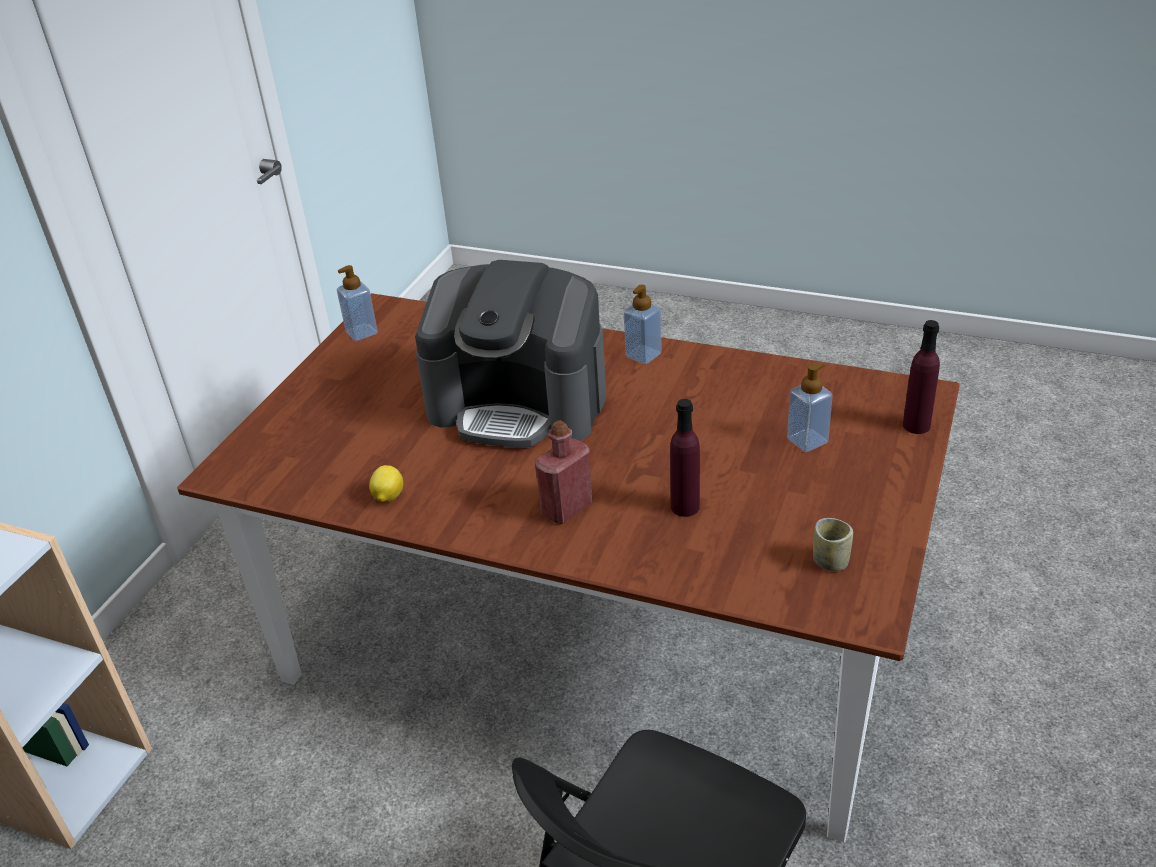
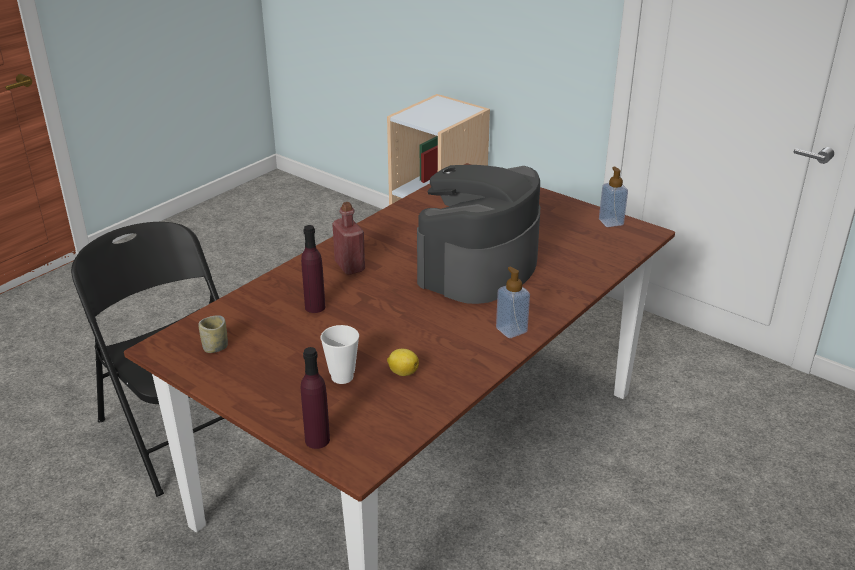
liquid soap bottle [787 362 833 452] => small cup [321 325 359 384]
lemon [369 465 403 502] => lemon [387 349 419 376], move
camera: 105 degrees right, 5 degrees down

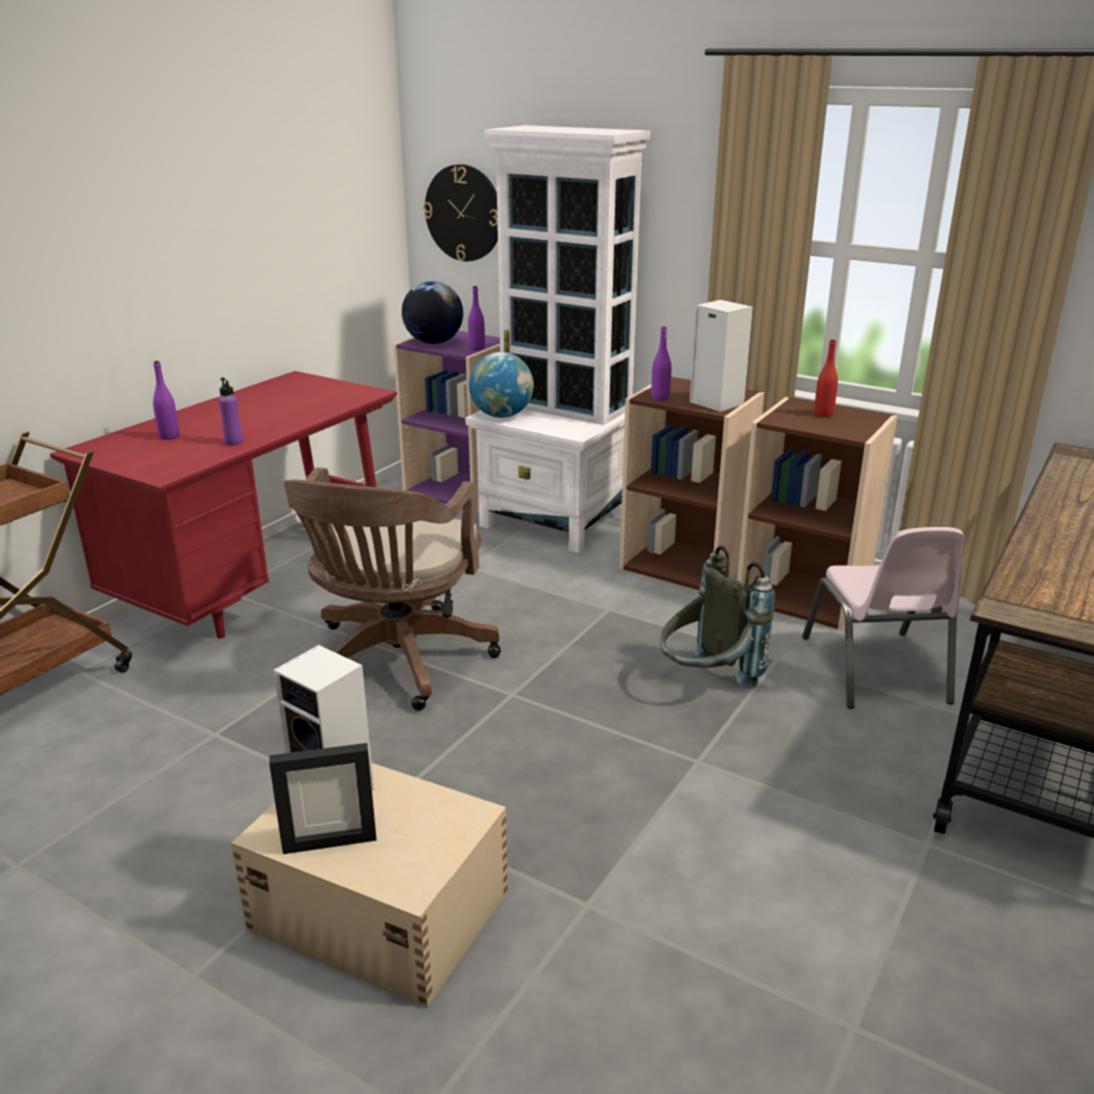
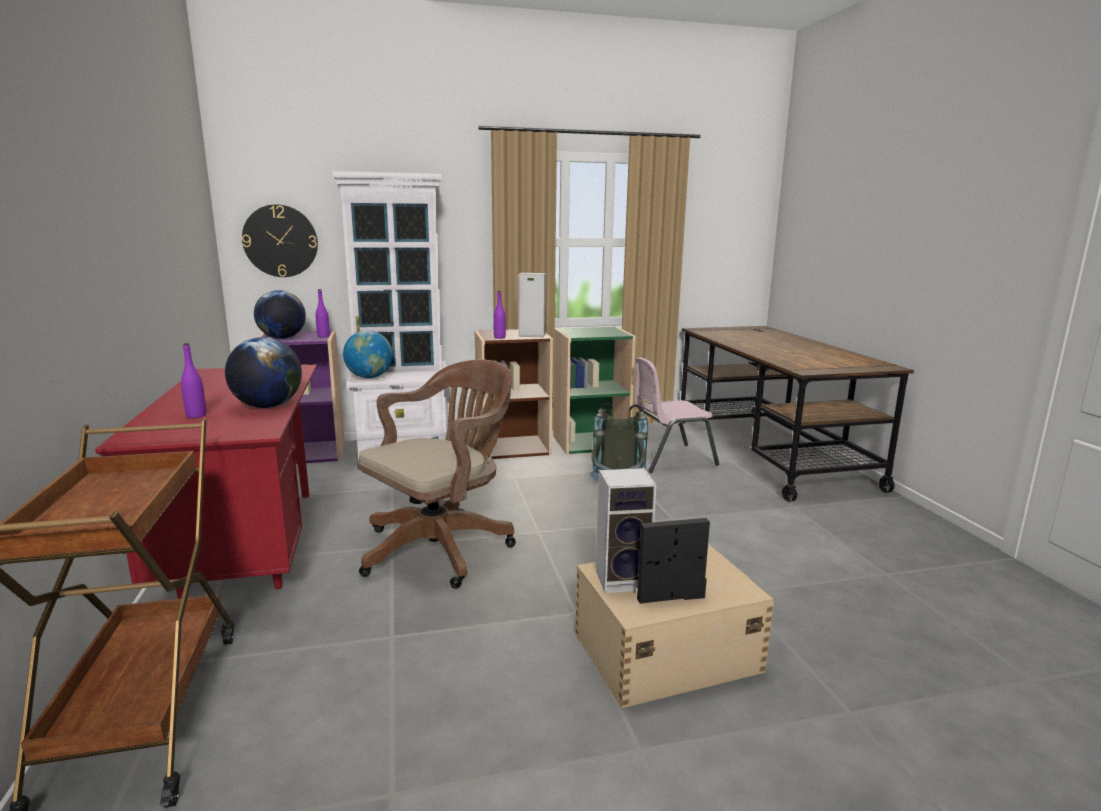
bottle/purple [219 377 243 446] => globe [225 337 302 408]
office chair/brown [284 467 501 711] => office chair/brown [357 360 516 589], 105 degrees counterclockwise
shelving unit/brown [737 396 898 630] => shelving unit/greenish [553 327 636 454]
chair/pink-coloured [802 527 965 709] => chair/pink-coloured [635 357 719 473], 120 degrees clockwise
standing frame [269 743 377 854] => standing frame [637 518 710 604], 135 degrees counterclockwise
bottle/reddish [814 340 838 417] => nothing
camera: 45 degrees left, 10 degrees down

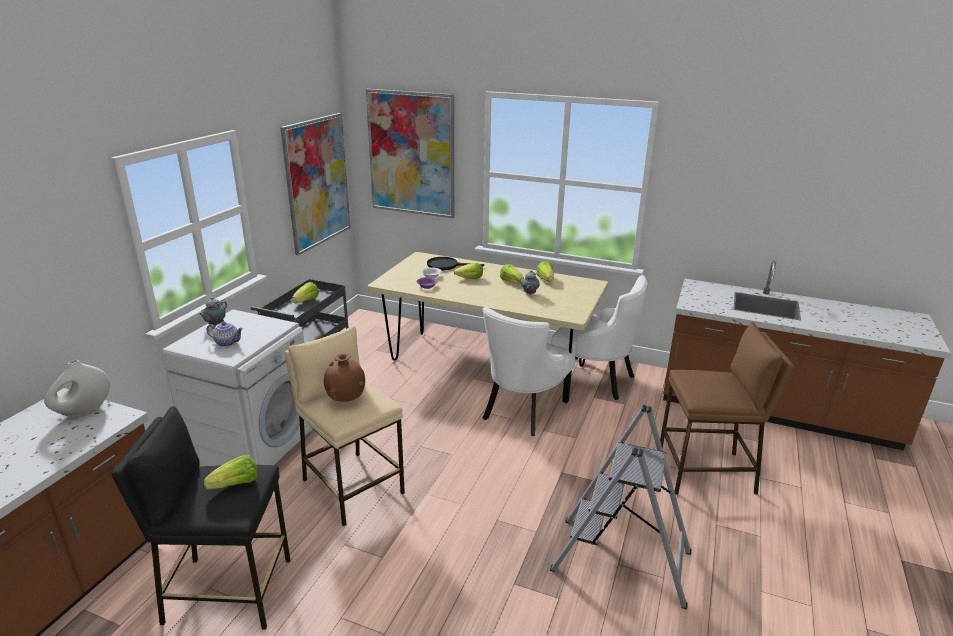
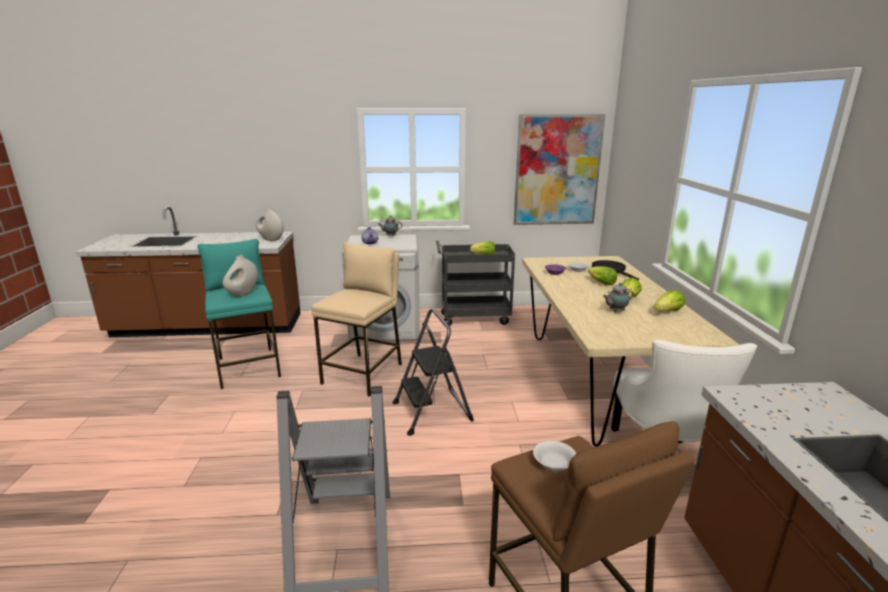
stool seat/black-coloured [112 406 290 629] => stool seat/turquoise-coloured [197 239 281 389]
head of lettuce [204 455 258 489] => decorative vase/white-coloured [222 255 258 297]
nothing => step ladder/black-coloured [392 309 474 436]
nothing => deep dish/white-coloured [533 441 576 471]
decorative vase/brown [324 353 365 402] => nothing
picture [366 89 454 218] => nothing
chair/white-coloured [482 307 575 436] => nothing
camera: 65 degrees right, 5 degrees down

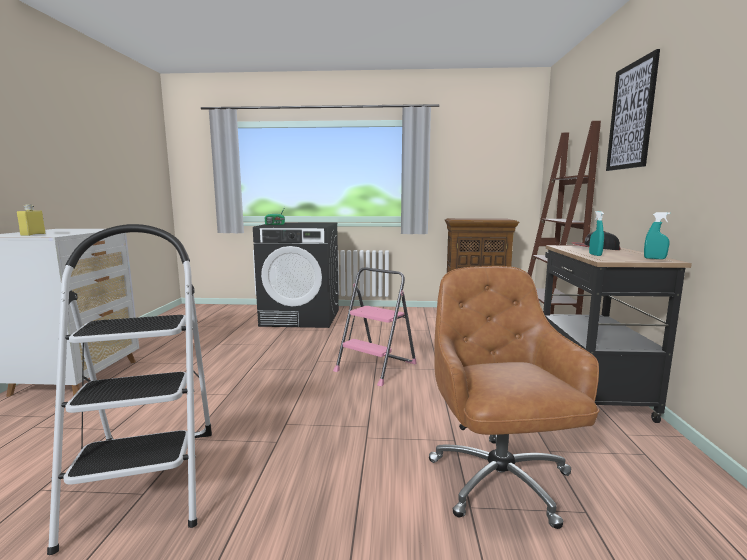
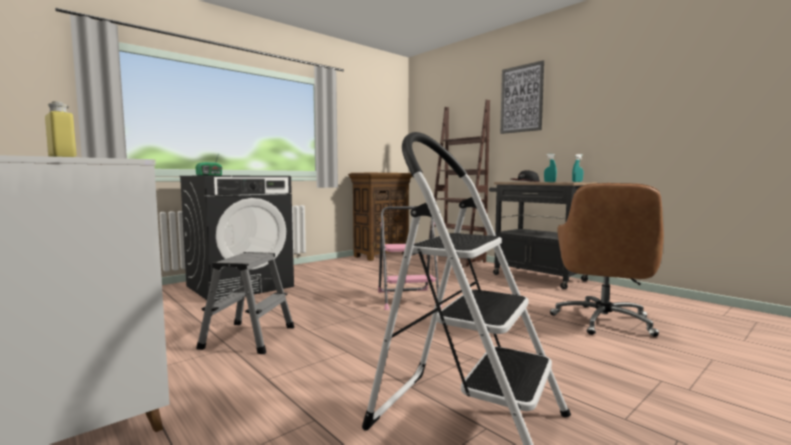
nothing => step ladder/greyish [196 252 294 354]
office chair/brown [429 266 600 529] => office chair/brown [550 183 664 337], 105 degrees counterclockwise
camera: 45 degrees left, 5 degrees down

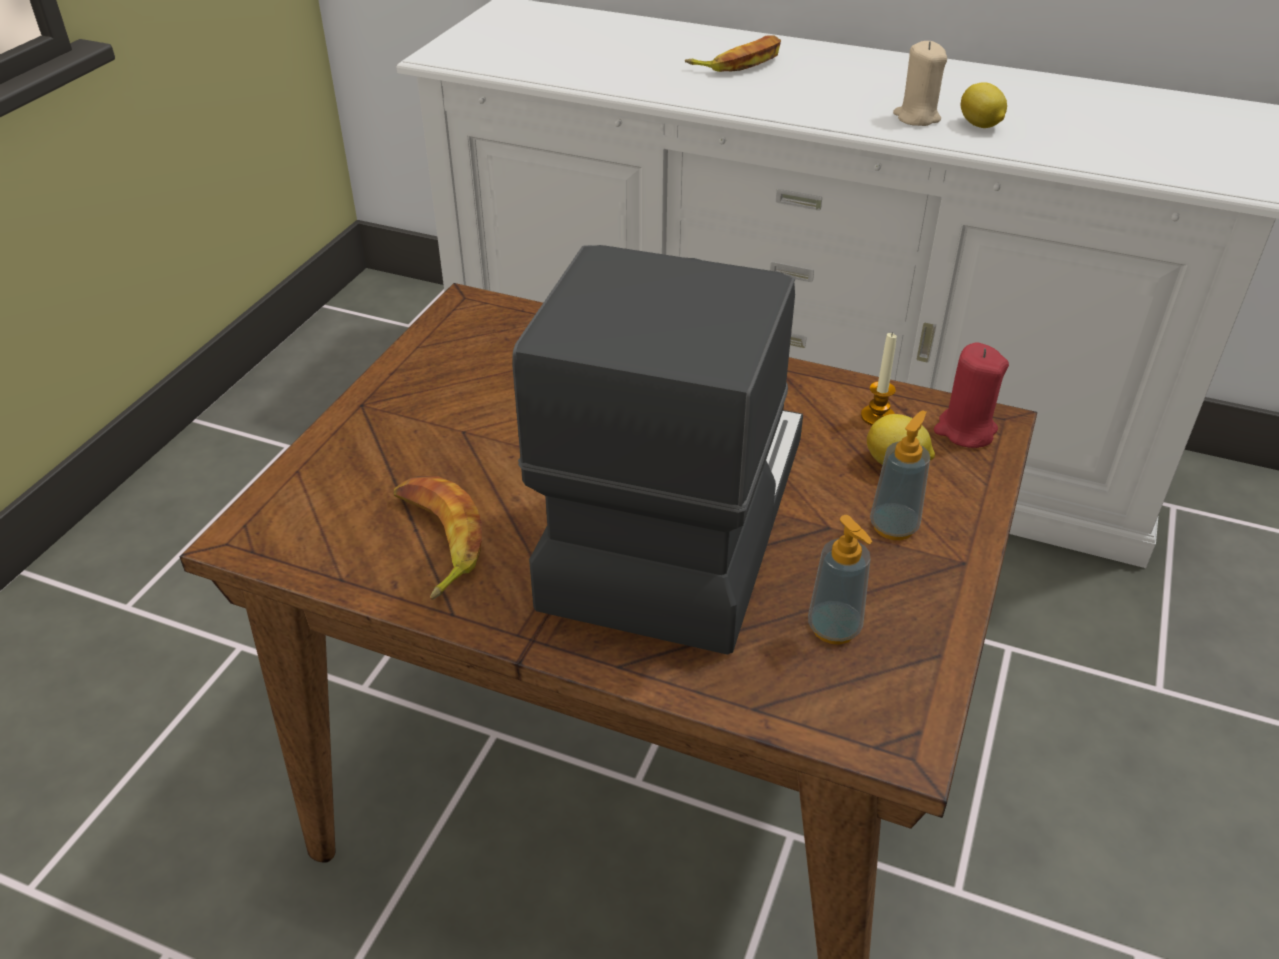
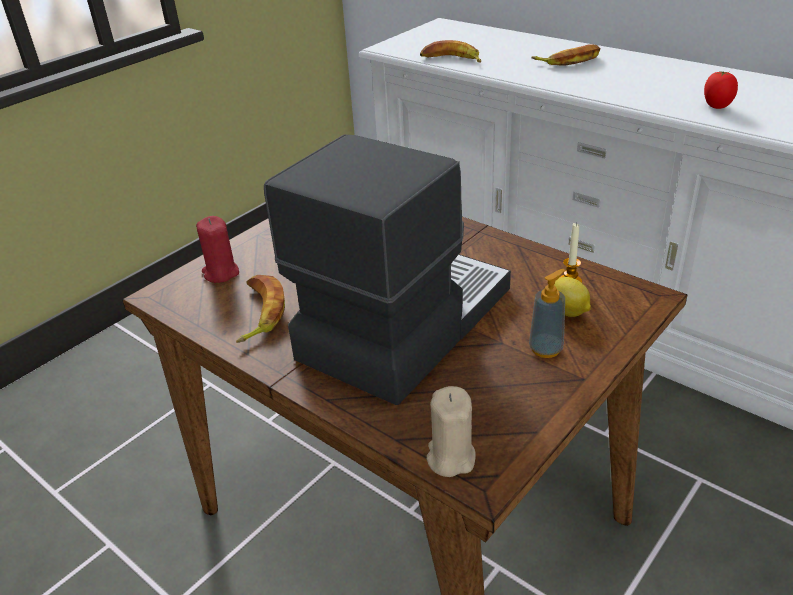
wax candle/reddish [934 343 1009 448] => wax candle/reddish [196 216 239 283], move
nothing => banana [420 40 481 63]
wax candle/sand-coloured [893 41 947 126] => wax candle/sand-coloured [427 386 476 477], move
lemon [961 82 1007 128] => whole tomato [704 71 738 109]
liquid soap bottle [808 515 872 644] => nothing
camera: 20 degrees right, 5 degrees down

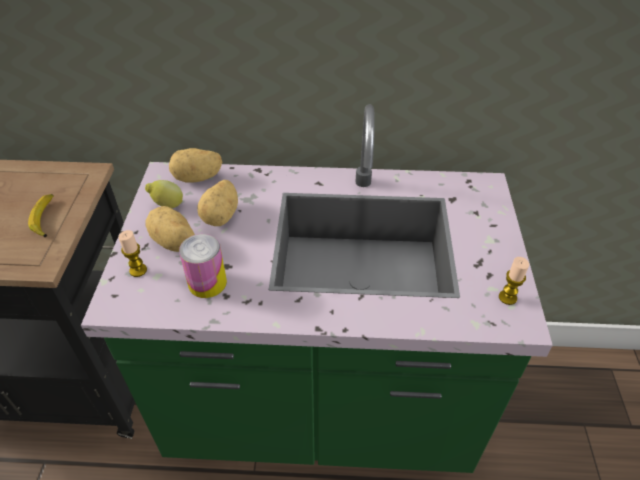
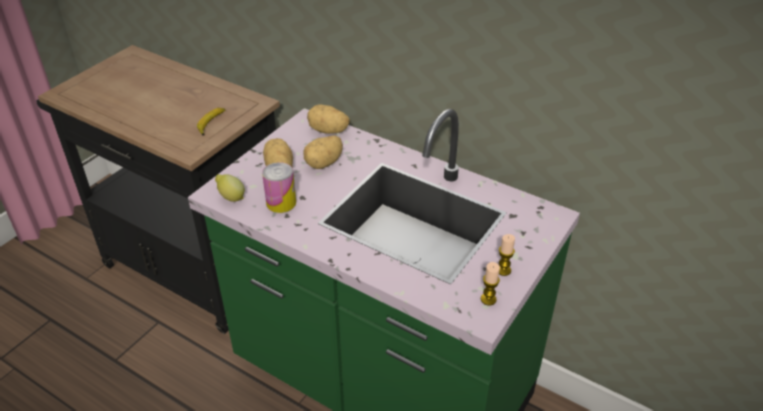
lemon [145 180 183 208] => lemon [215 174 245 202], move
wax candle [118 230 147 277] => wax candle [499 234 515 276], move
camera: 30 degrees right, 5 degrees down

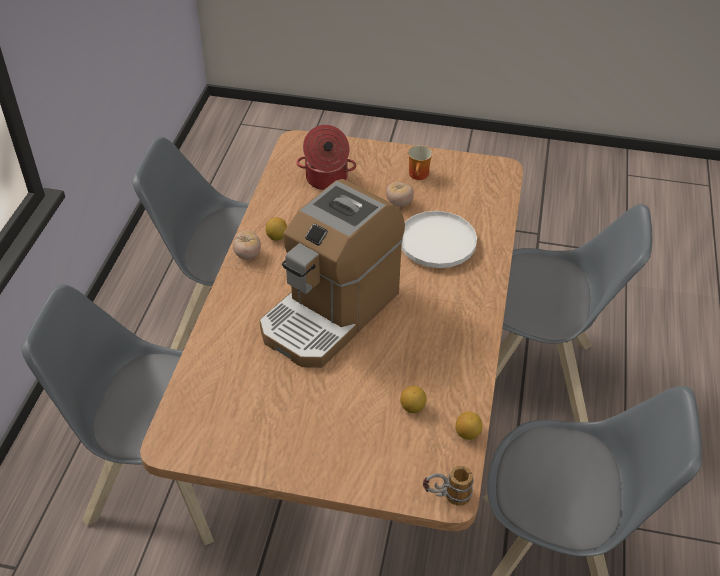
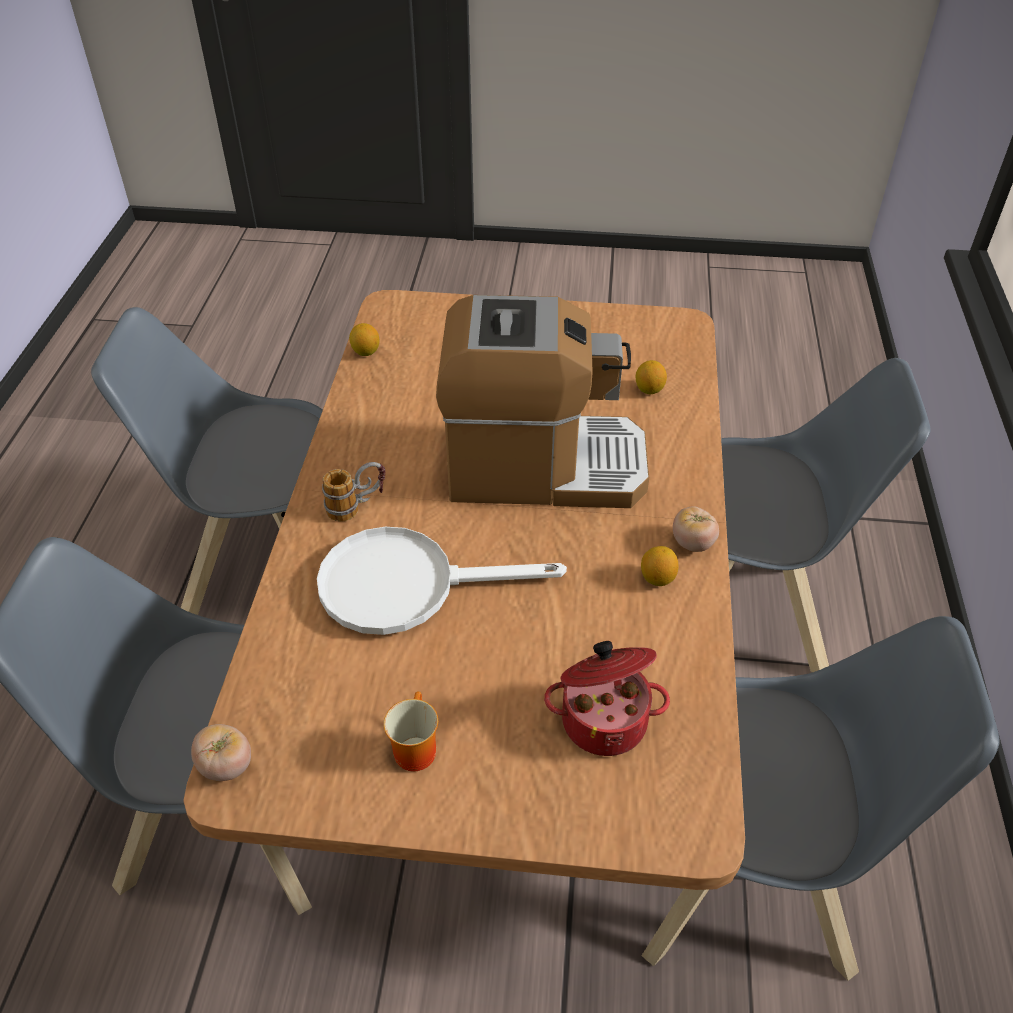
whole tomato [386 182 414 207] => whole tomato [191 724 251 781], move
coffee mug [423 465 474 506] => coffee mug [322 462 386 522], move
coffee machine [260 179 405 368] => coffee machine [436 295 649 508], 60 degrees clockwise
lemon [400 386 427 413] => lemon [636 360 667 394], move
camera: 175 degrees right, 0 degrees up

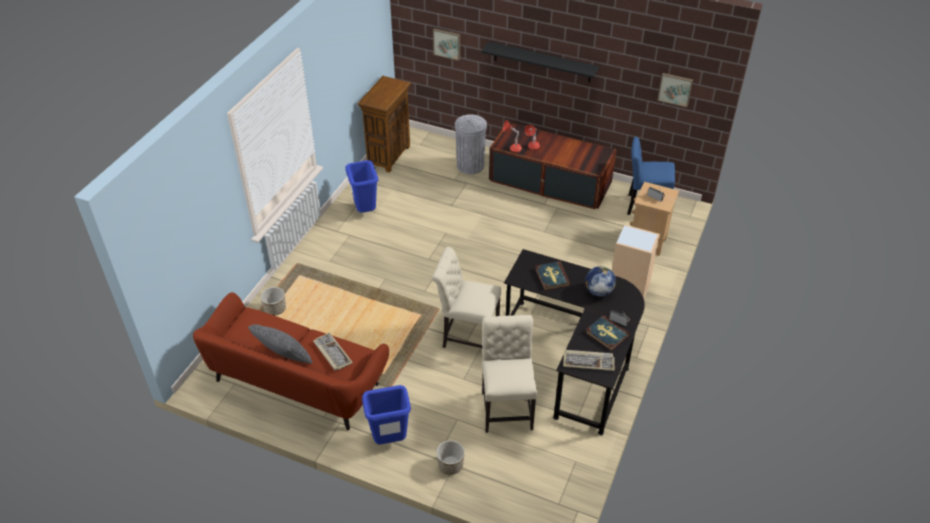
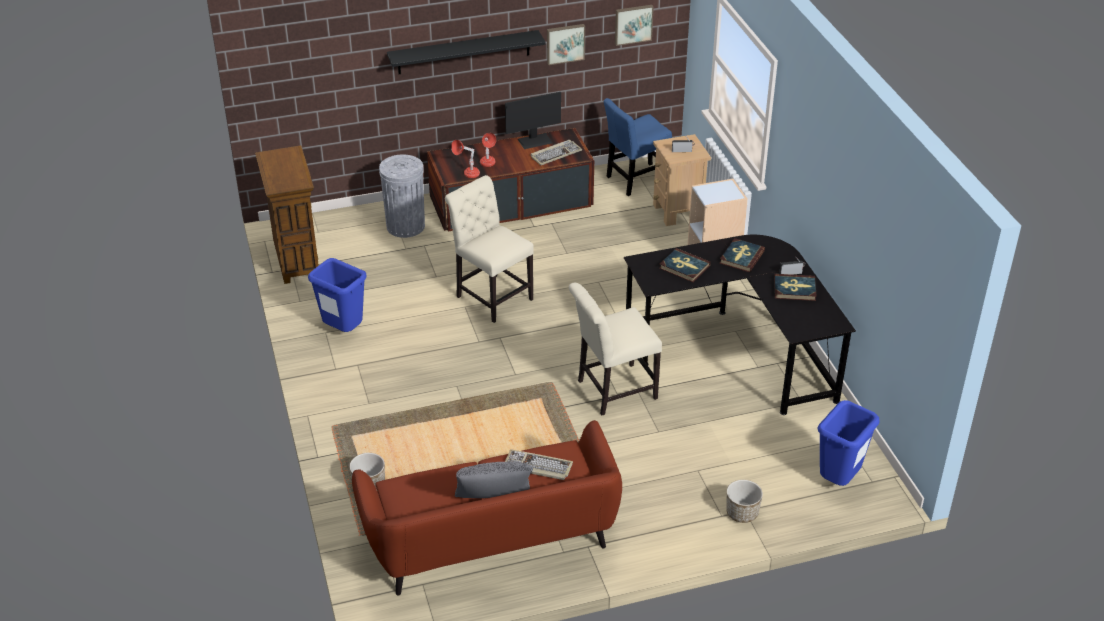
chair/sand-coloured [482 315 537 433] => chair/sand-coloured [445 175 534 323], move
nothing => computer screen [505 92 561 149]
PC keyboard [563 350 615 371] => PC keyboard [531 140 582 165], move
picture [433 28 460 61] => picture [547 24 585 65], move
globe [585 266 616 297] => bound book [719 238 765 272]
rubbish bin/blue-coloured [362 385 411 444] => rubbish bin/blue-coloured [817 400 879 486], move
camera: 40 degrees left, 5 degrees down

